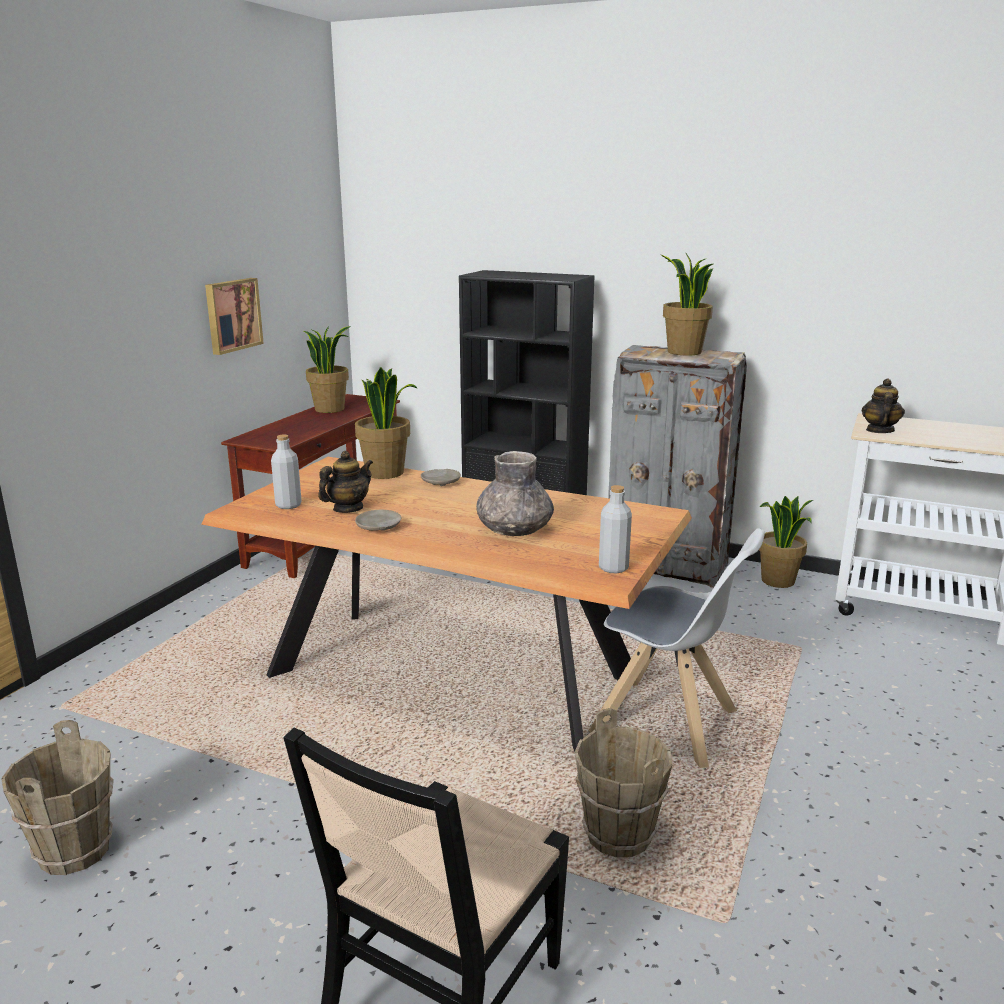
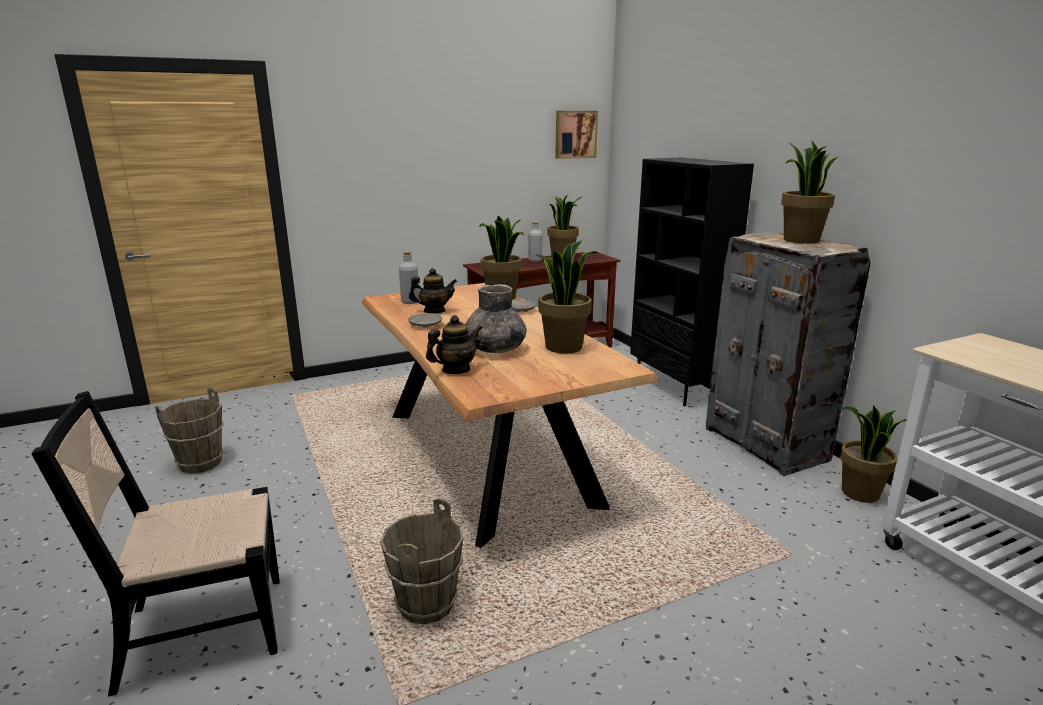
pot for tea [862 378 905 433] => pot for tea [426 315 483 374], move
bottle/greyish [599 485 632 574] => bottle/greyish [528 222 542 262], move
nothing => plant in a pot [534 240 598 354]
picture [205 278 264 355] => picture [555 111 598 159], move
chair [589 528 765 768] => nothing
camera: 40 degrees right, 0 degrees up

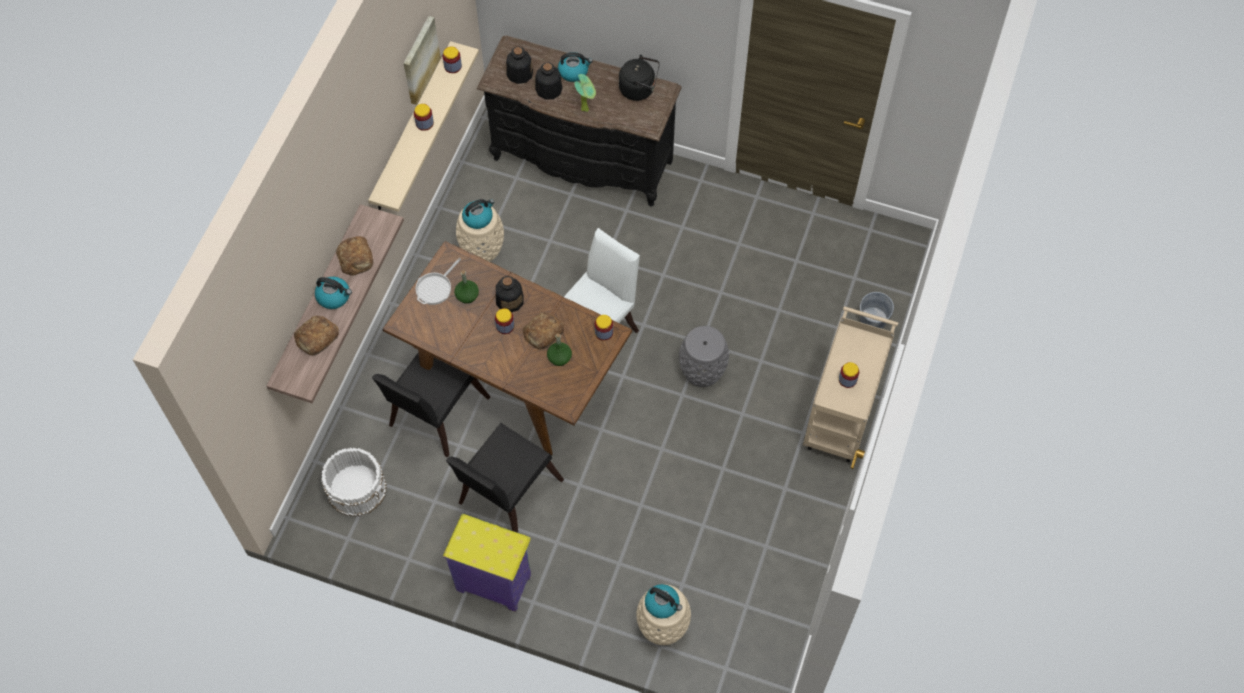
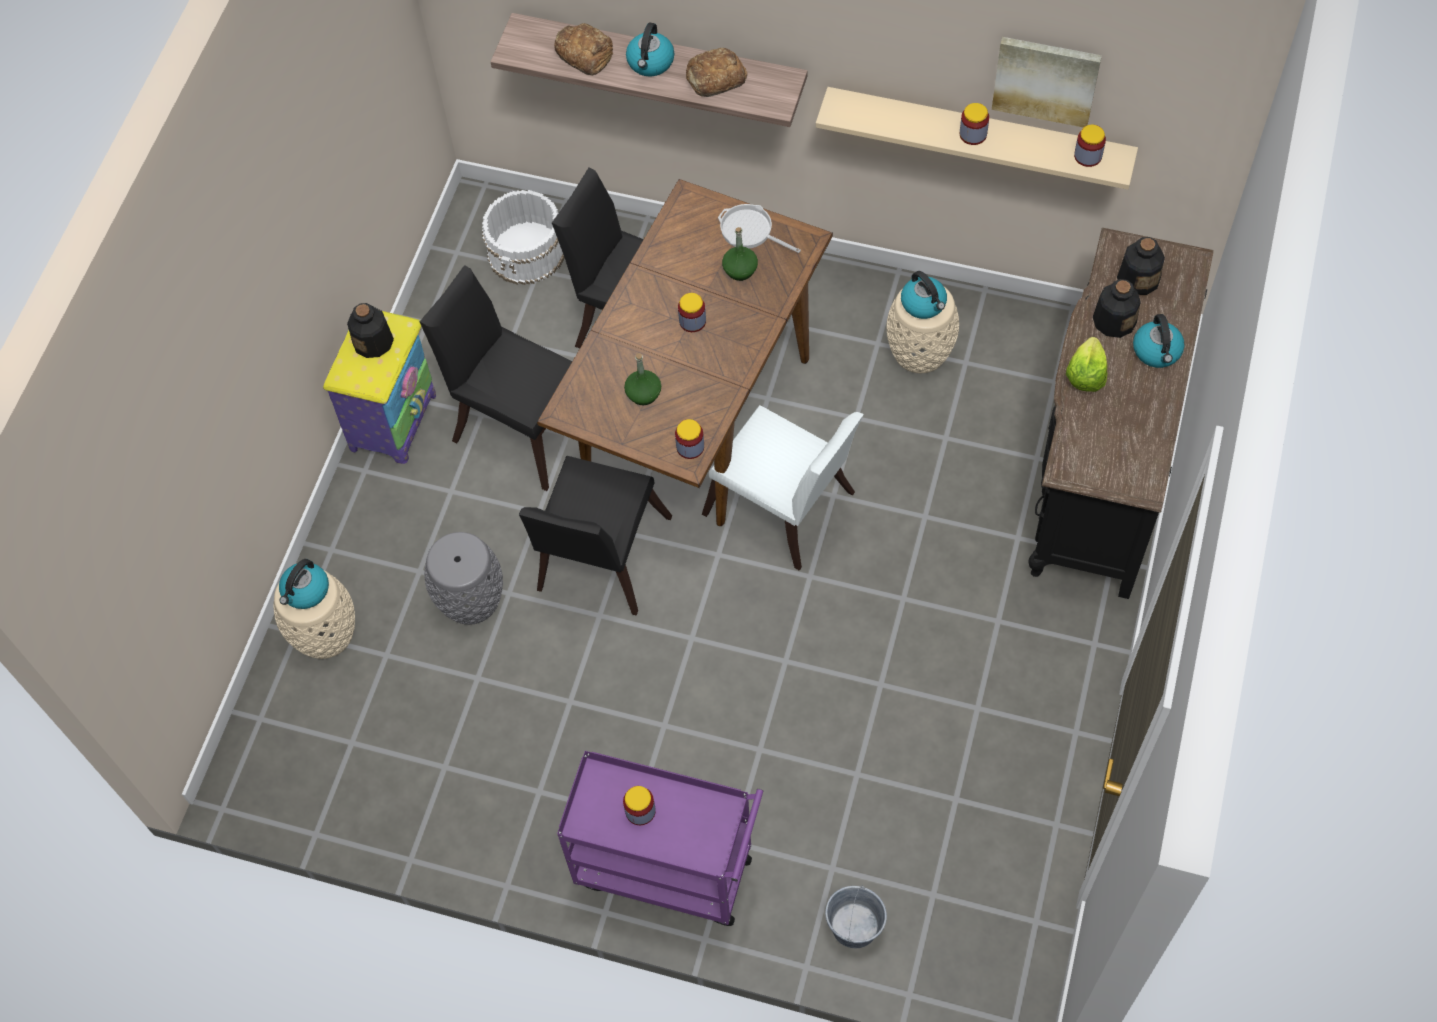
bottle [496 276 524 312] => bottle [347 303 394 358], move
stool seat/greyish [679 326 729 387] => stool seat/greyish [424 532 503 625], move
nothing => chair/black-coloured [519 456 672 615]
wheeled cart/sand-coloured [803 306 899 462] => wheeled cart/purple [557 751 764 926]
plant in a pot [574 74 596 112] => head of lettuce [1066 337 1108 392]
bread [523 313 564 350] => nothing
tea kettle/black-coloured [619 55 660 101] => nothing
camera: 90 degrees right, 0 degrees up

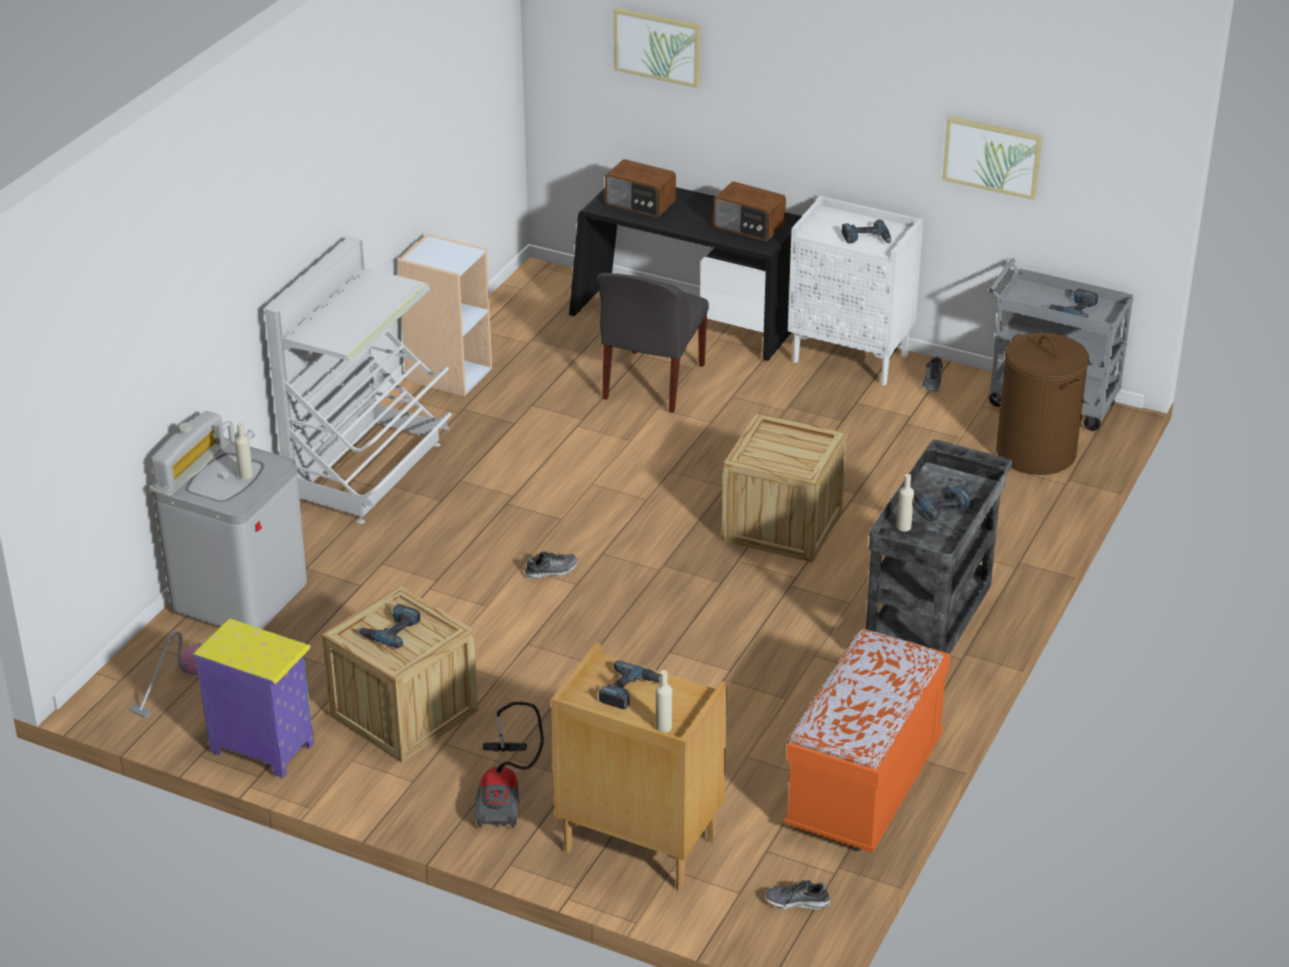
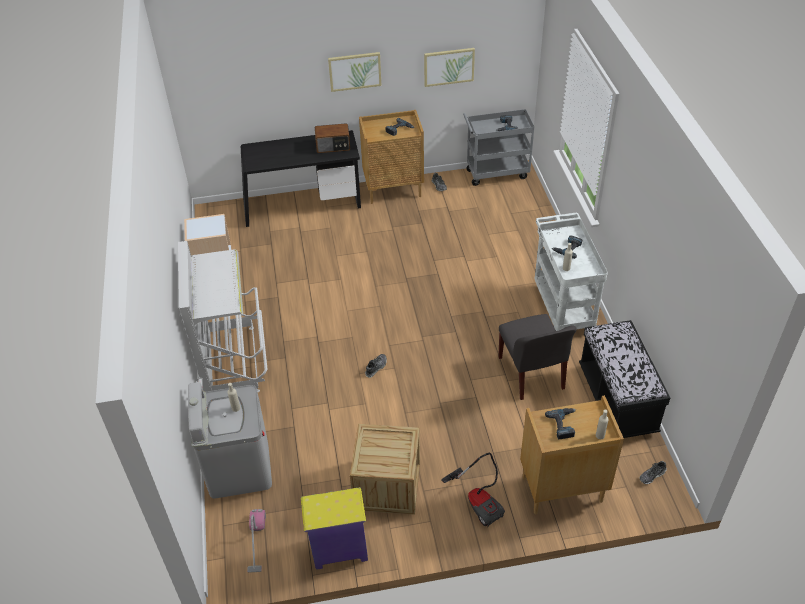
picture [614 8 700 88] => picture [328 52 382 92], move
cupboard/white-coloured [788 196 923 385] => cupboard/brown [359 110 424 204]
chair/greyish [597 273 709 413] => chair/greyish [498 314 577 400], move
wheeled cart/black-coloured [866 440 1012 654] => wheeled cart/white-coloured [535 213 608 331]
bench/orange [784 629 951 853] => bench/black-coloured [579 320 670 438]
drill [357 604 420 648] => nothing
radio [605 159 676 217] => nothing
crate [722 413 847 563] => nothing
laundry basket/brown [996 333 1089 475] => nothing
camera: 35 degrees left, 10 degrees up

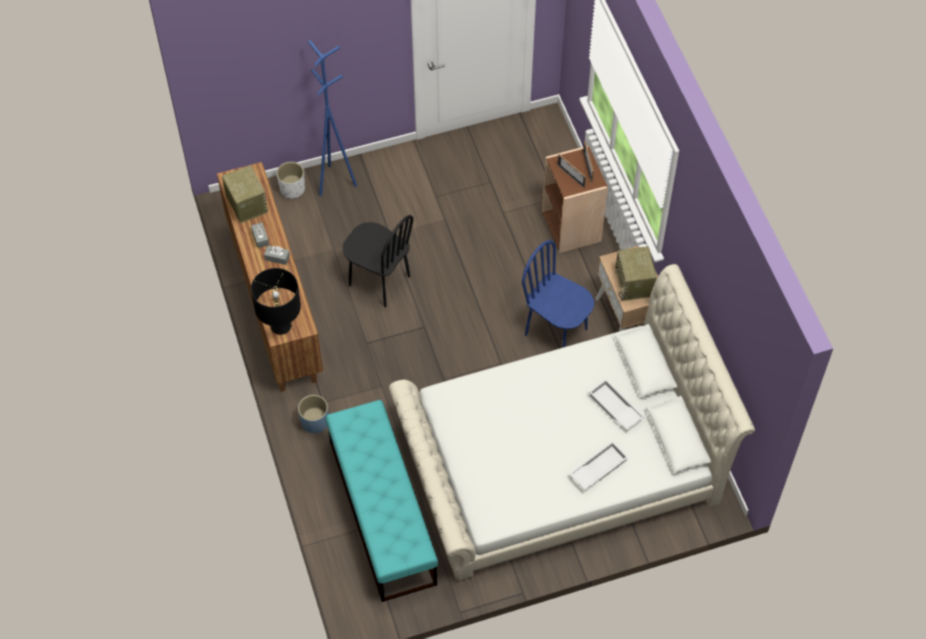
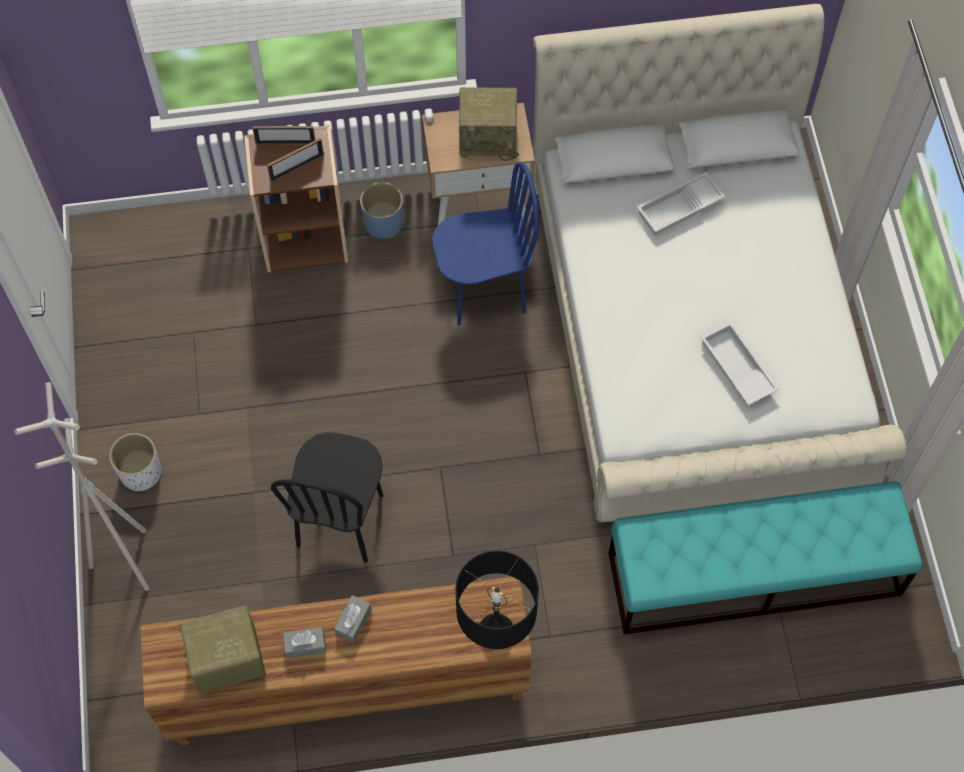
clothes rack/blue-coloured [308 40 357 196] => clothes rack/greyish [14 382 149 591]
flower pot/white-coloured [276 162 305 199] => flower pot/white-coloured [109 433 161 492], move
chair/black-coloured [342 215 413 307] => chair/black-coloured [271 432 383 562], 150 degrees clockwise
flower pot/blue-coloured [298 395 328 434] => flower pot/blue-coloured [360 182 403 239], move
chair/blue-coloured [522 240 594 348] => chair/blue-coloured [432 162 539 325], 150 degrees counterclockwise
tray/white-coloured [569 441 629 490] => tray/white-coloured [701 322 779 405], move
camera: 80 degrees left, 5 degrees up

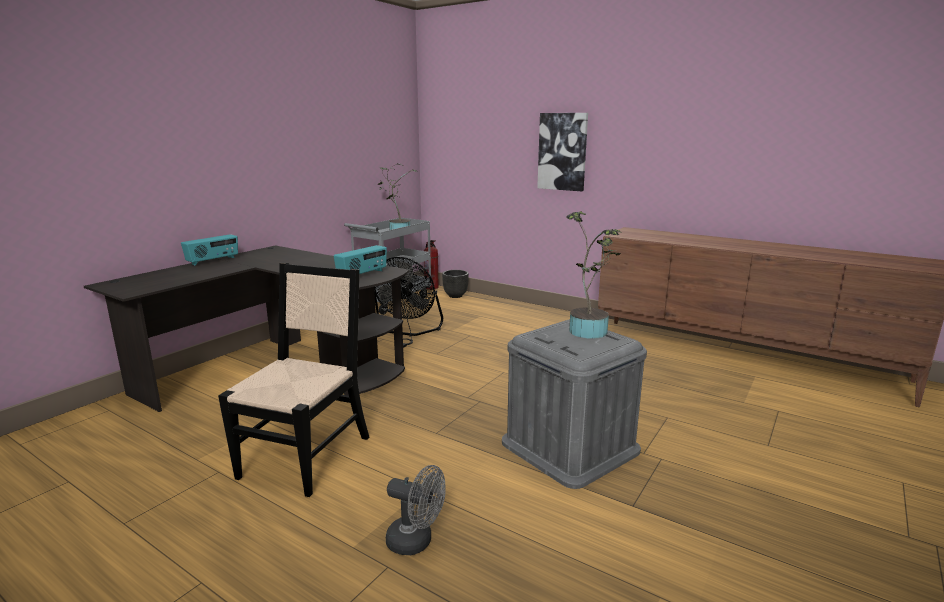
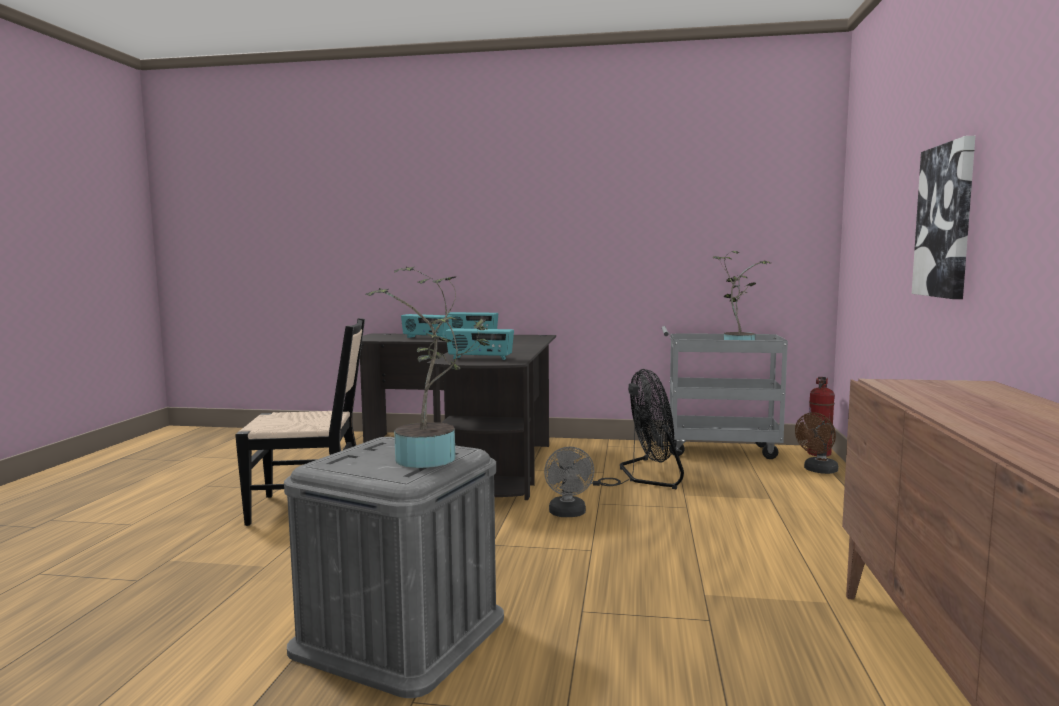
nothing => radio [401 314 452 338]
fan/greyish [386 465 446 555] => fan/greyish [544 447 594 517], move
flower pot/black-coloured [442 270 469 298] => fan/brown [795 412 838 474]
camera: 65 degrees right, 10 degrees down

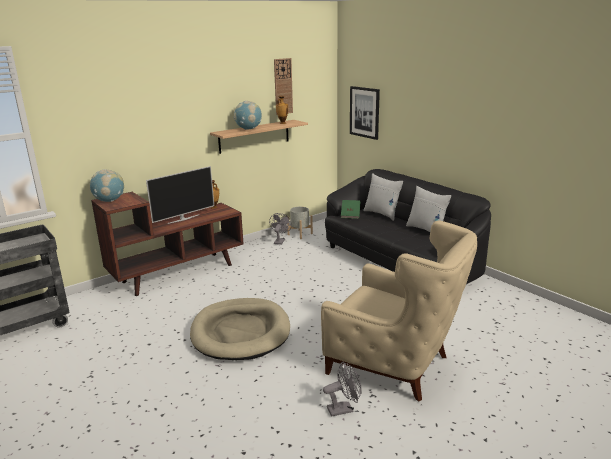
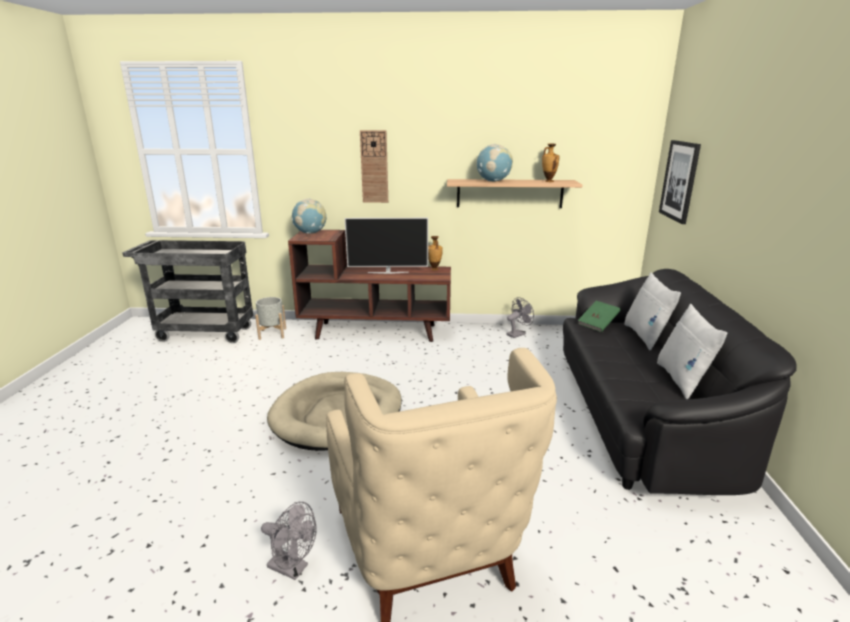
flower pot/greyish [287 207 313 239] => flower pot/greyish [255 297 286 340], move
wall clock [274 58 293 115] => wall clock [360 130 388 203], move
camera: 40 degrees right, 0 degrees up

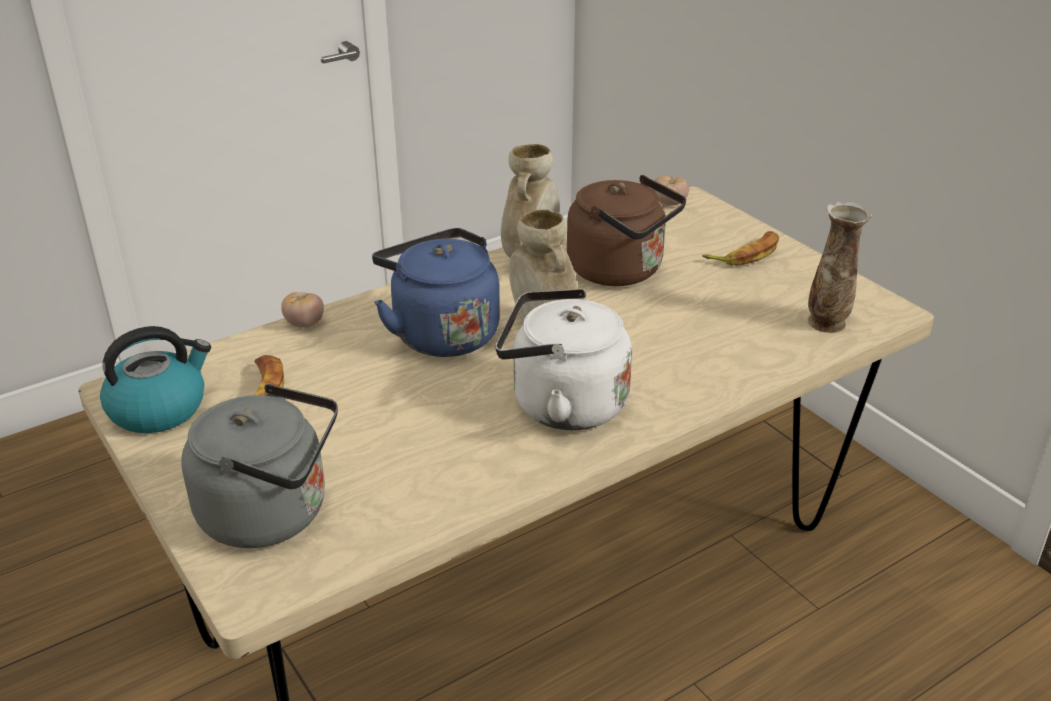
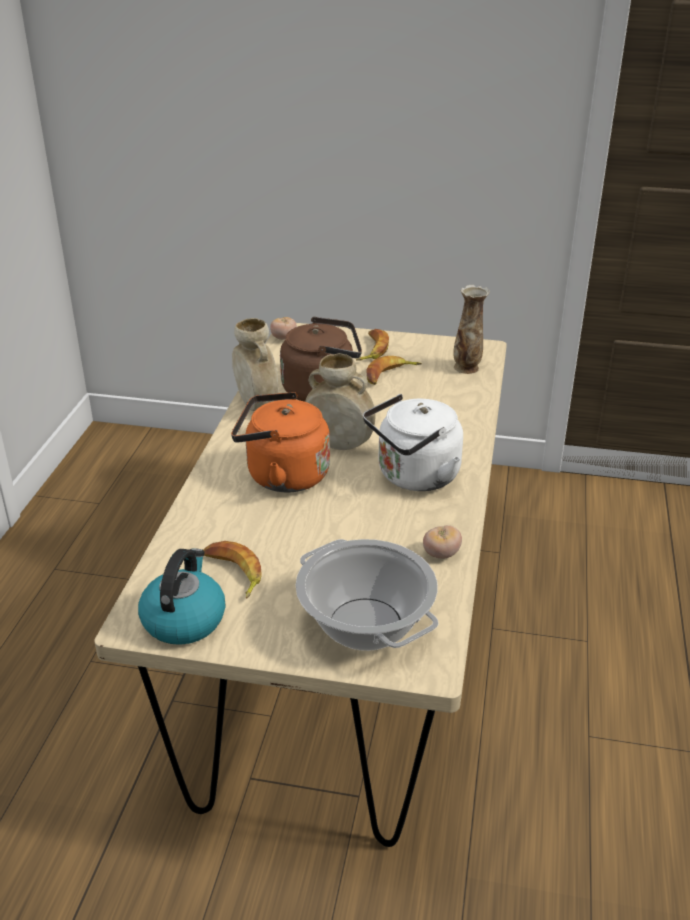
tea kettle/blue-coloured [372 228 500 357] => tea kettle/orange [231 392 330 493]
tea kettle/greyish [181 384 338 548] => stockpot [296 539 438 651]
nothing => banana [366 356 422 385]
whole tomato [281 292 324 328] => whole tomato [423 525 462 559], move
camera: 45 degrees left, 0 degrees up

